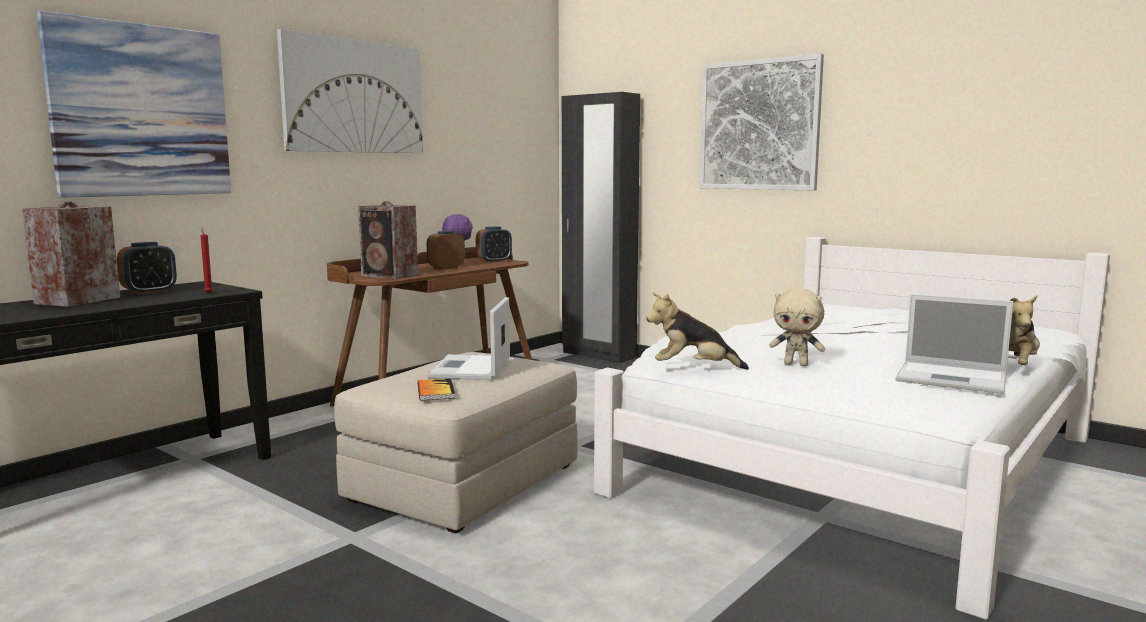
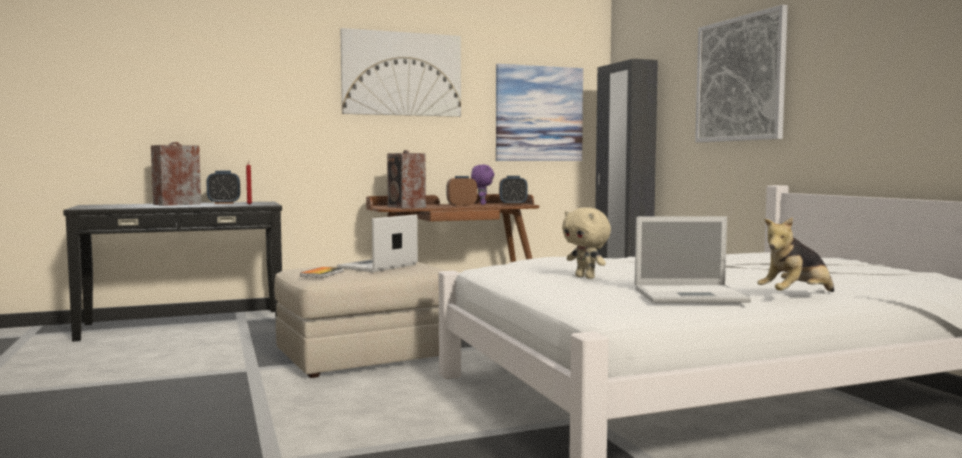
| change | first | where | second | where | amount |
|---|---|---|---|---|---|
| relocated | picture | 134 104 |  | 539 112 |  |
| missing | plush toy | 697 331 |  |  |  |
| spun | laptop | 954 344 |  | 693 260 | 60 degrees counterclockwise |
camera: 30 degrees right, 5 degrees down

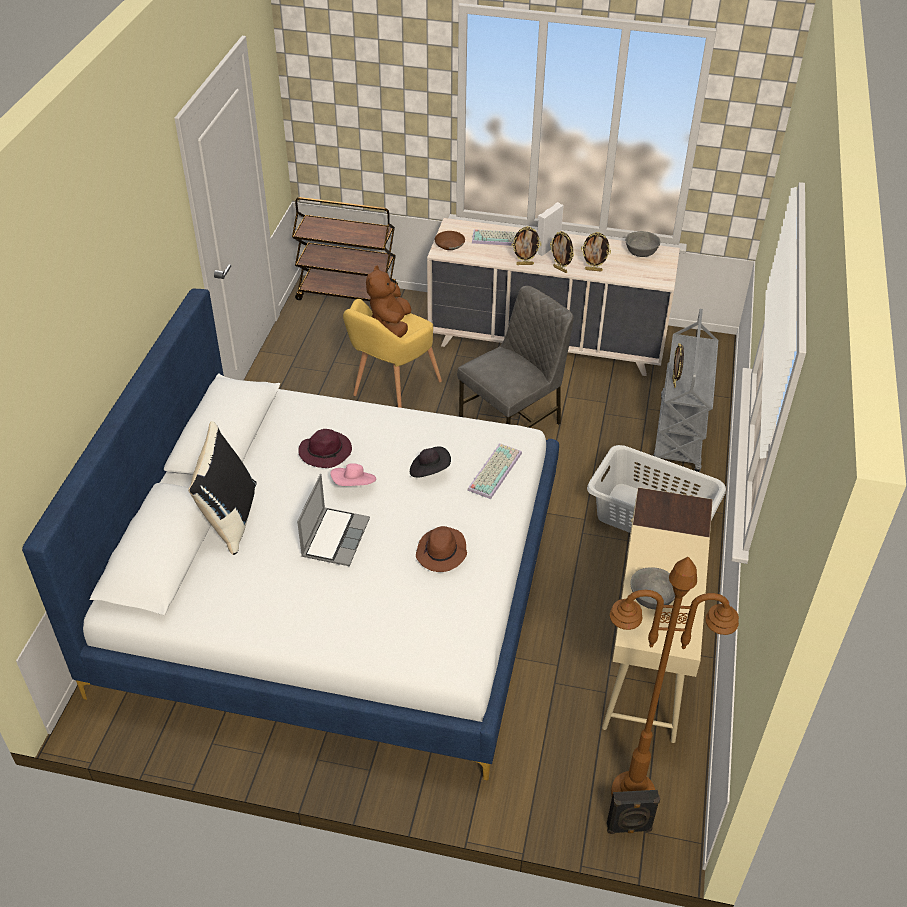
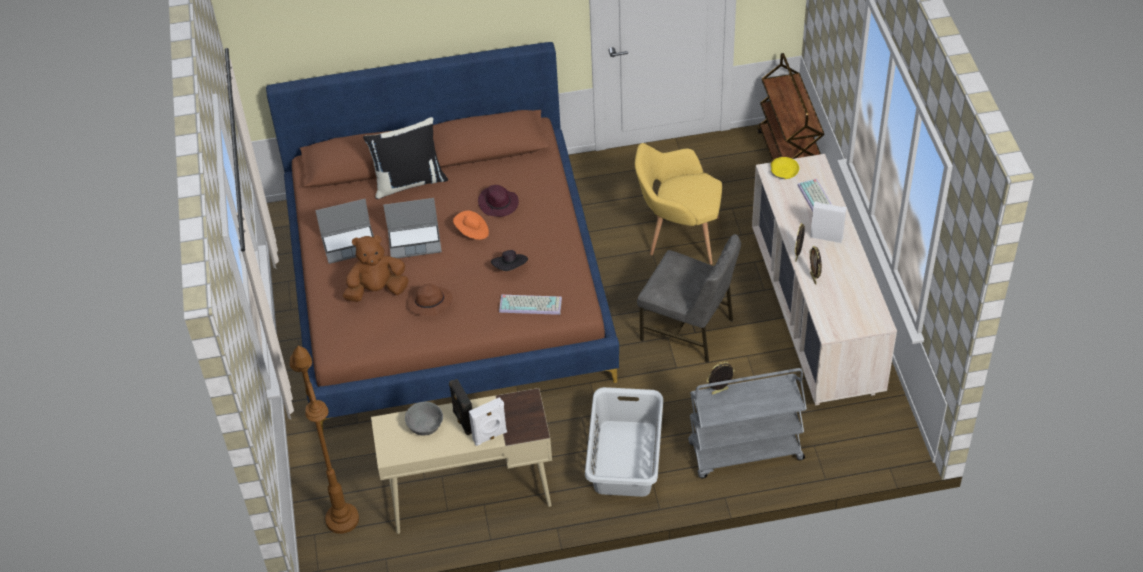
| change | first | where | second | where | amount |
|---|---|---|---|---|---|
| missing | picture frame | 526 245 |  |  |  |
| colour | brown bowl | 449 240 | yellow bowl | 785 168 |  |
| missing | grey bowl | 642 244 |  |  |  |
| relocated | brown plush toy | 388 302 |  | 376 268 |  |
| colour | white bed | 290 534 | brown bed | 442 236 |  |
| colour | pink hat | 353 474 | orange hat | 471 225 |  |
| relocated | black speaker | 633 812 |  | 460 407 |  |
| appeared |  |  | laptop | 344 231 |  |
| appeared |  |  | white speaker | 488 421 |  |
camera: 70 degrees right, 5 degrees up

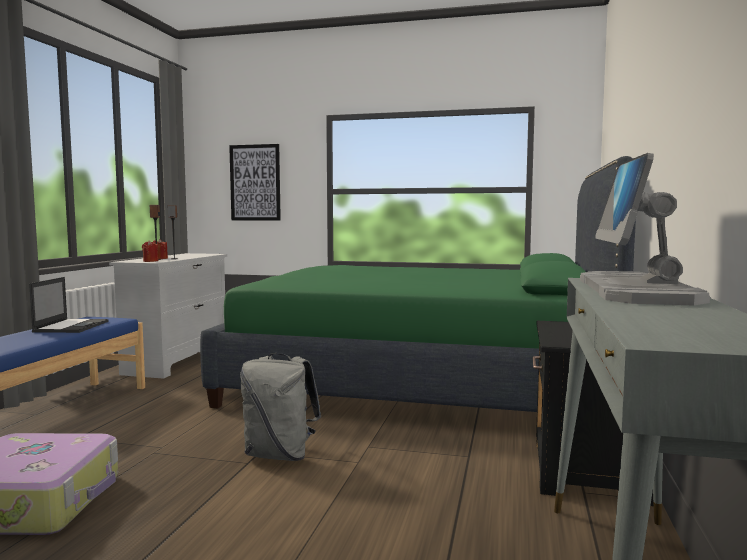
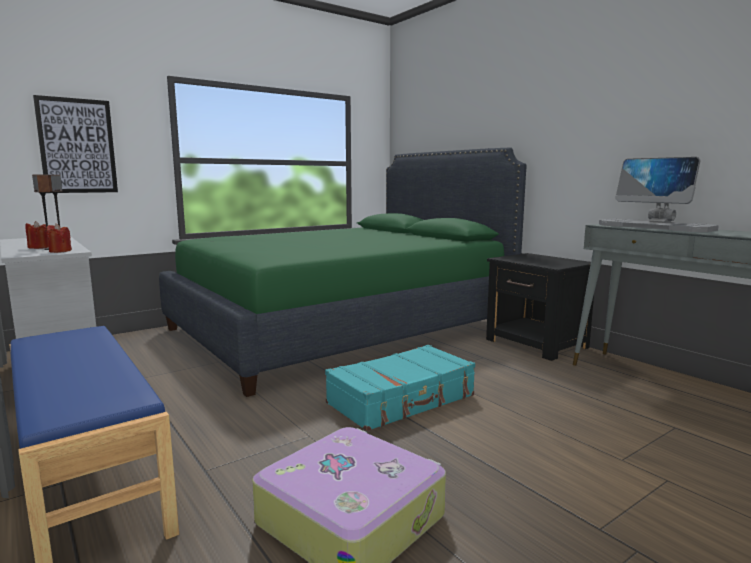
| change | first | where | second | where | amount |
|---|---|---|---|---|---|
| missing | laptop | 69 305 |  |  |  |
| exchanged | grey backpack | 280 407 | turquoise suitcase | 400 388 |  |
camera: 50 degrees left, 5 degrees up

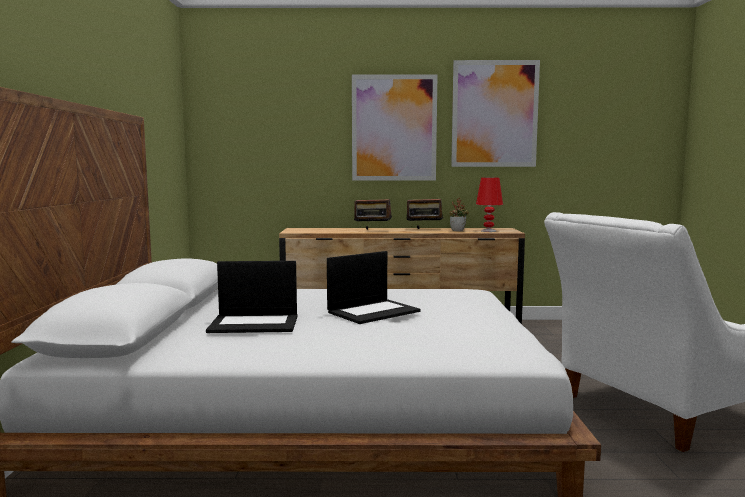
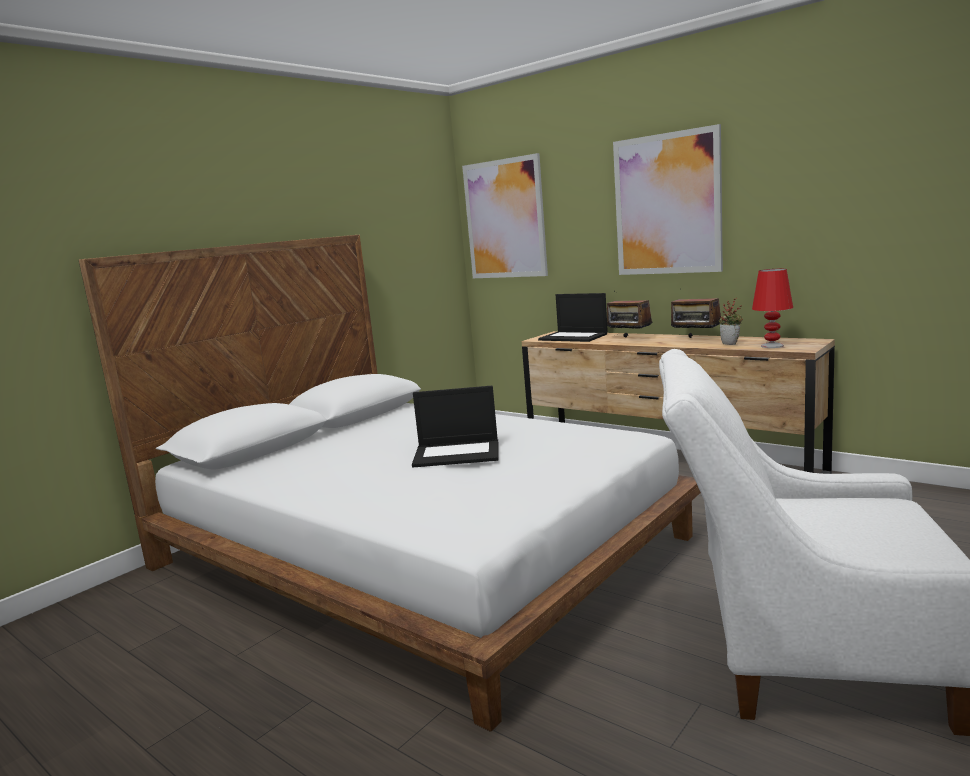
| change | first | where | second | where | amount |
|---|---|---|---|---|---|
| relocated | picture | 495 113 |  | 505 215 |  |
| relocated | laptop | 252 297 |  | 573 317 |  |
camera: 40 degrees right, 5 degrees up

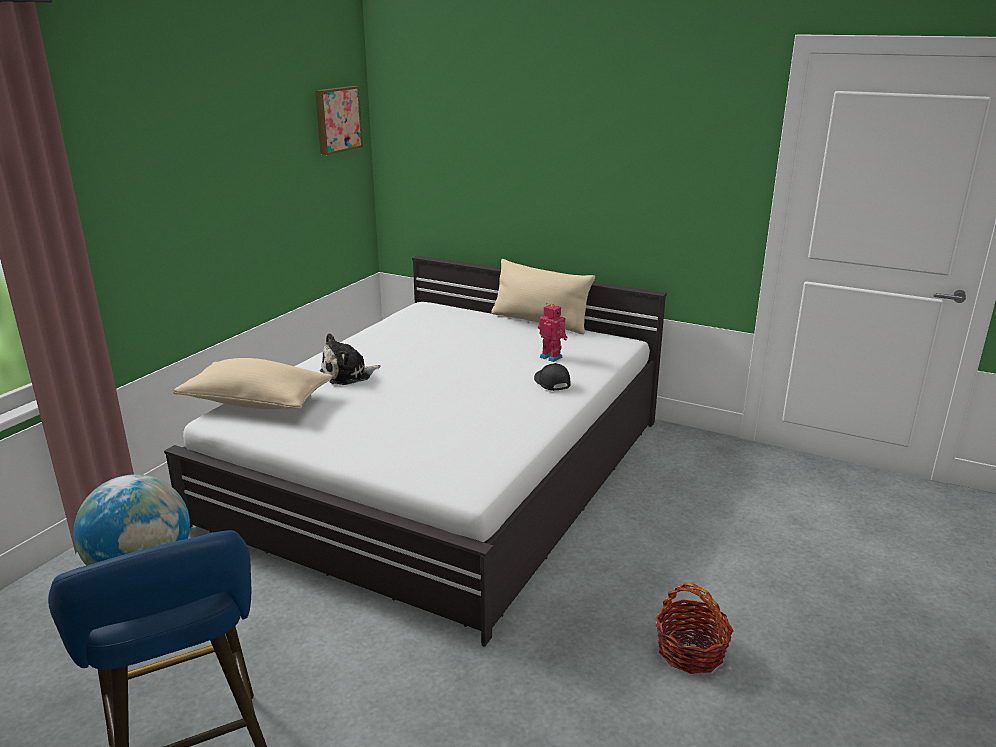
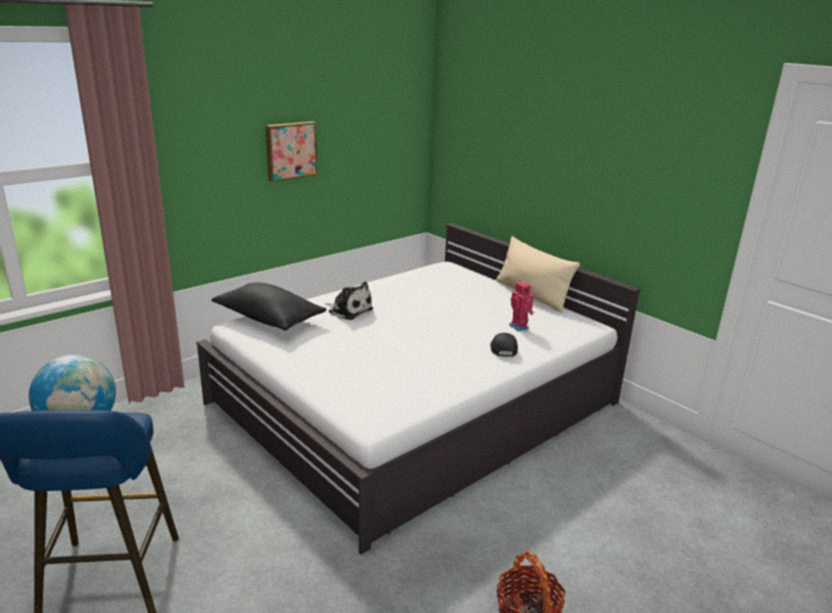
| change | first | where | second | where | amount |
|---|---|---|---|---|---|
| relocated | picture | 339 120 |  | 291 151 |  |
| spun | plush toy | 350 359 |  | 349 301 | 135 degrees counterclockwise |
| colour | beige pillow | 252 384 | black pillow | 268 306 |  |
camera: 20 degrees right, 0 degrees up

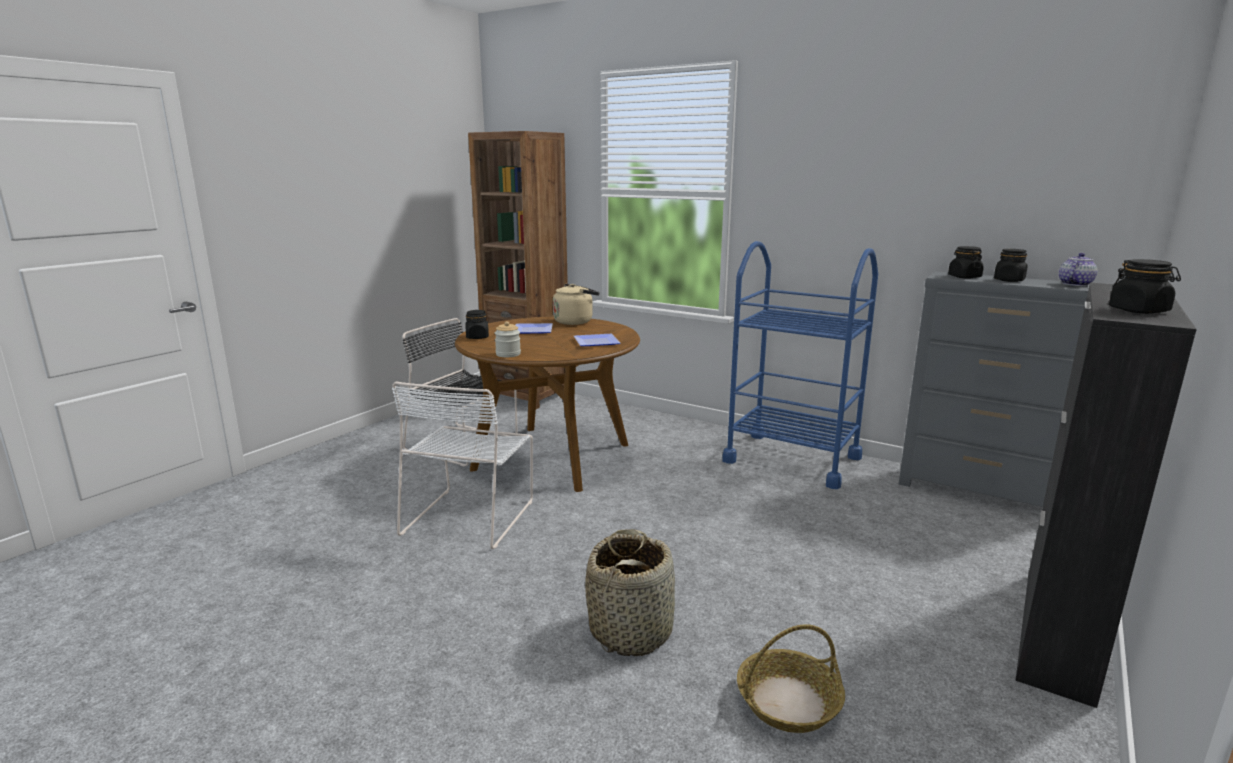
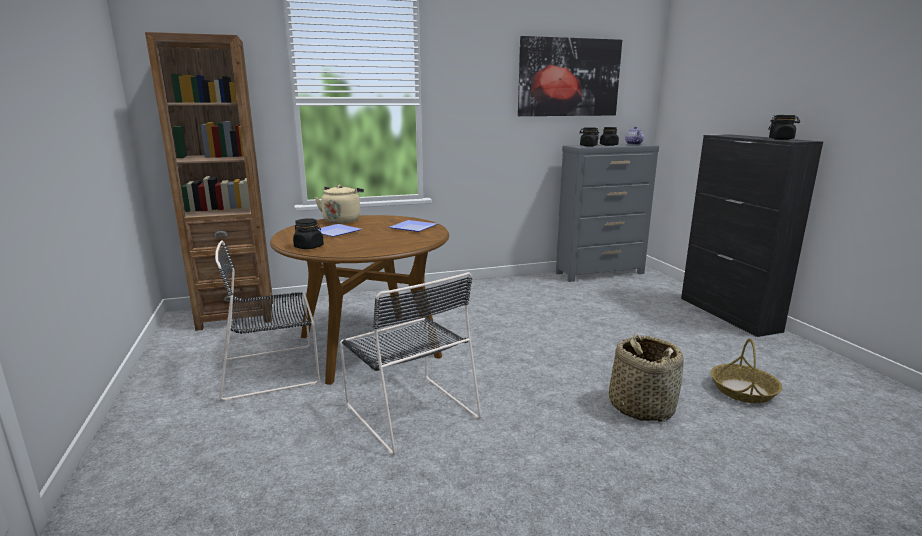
| change | first | where | second | where | amount |
|---|---|---|---|---|---|
| missing | blue cart | 800 365 |  |  |  |
| missing | jar | 508 339 |  |  |  |
| colour | white chair | 462 465 | black chair | 410 363 |  |
| appeared |  |  | picture | 570 76 |  |
camera: 50 degrees left, 0 degrees up

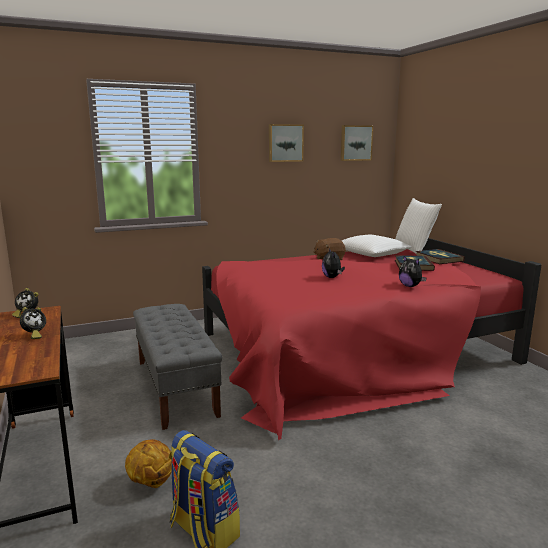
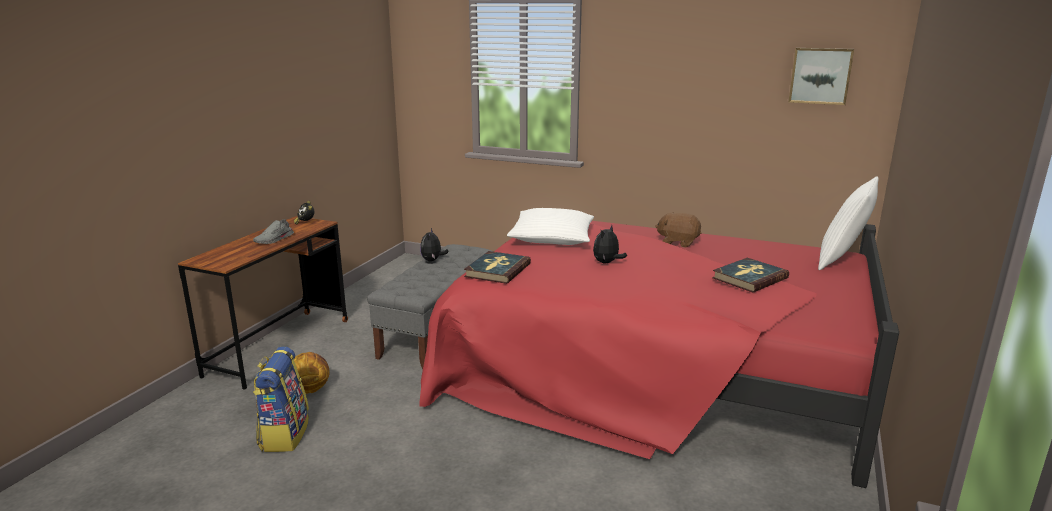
| change | first | where | second | where | amount |
|---|---|---|---|---|---|
| missing | picture | 286 143 |  |  |  |
| relocated | white pillow | 377 246 |  | 550 226 |  |
| relocated | book | 440 256 |  | 497 267 |  |
| relocated | plush toy | 412 271 |  | 434 244 |  |
| exchanged | alarm clock | 33 323 | grey shoe | 273 231 |  |
camera: 45 degrees right, 5 degrees up

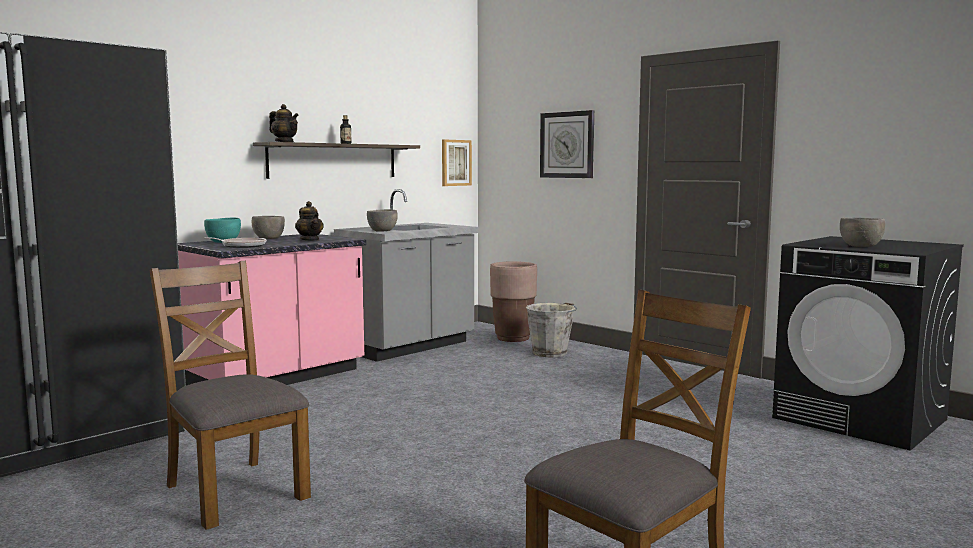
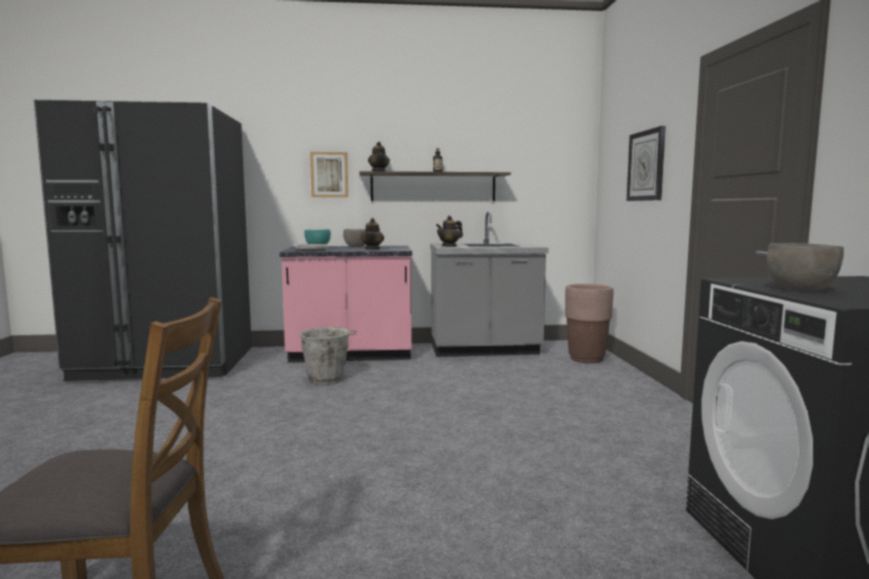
| change | first | where | second | where | amount |
|---|---|---|---|---|---|
| relocated | picture | 457 162 |  | 329 174 |  |
| exchanged | grey bowl | 382 220 | teapot | 449 231 |  |
| missing | brown chair | 230 395 |  |  |  |
| relocated | grey bucket | 551 329 |  | 327 356 |  |
camera: 40 degrees right, 0 degrees up

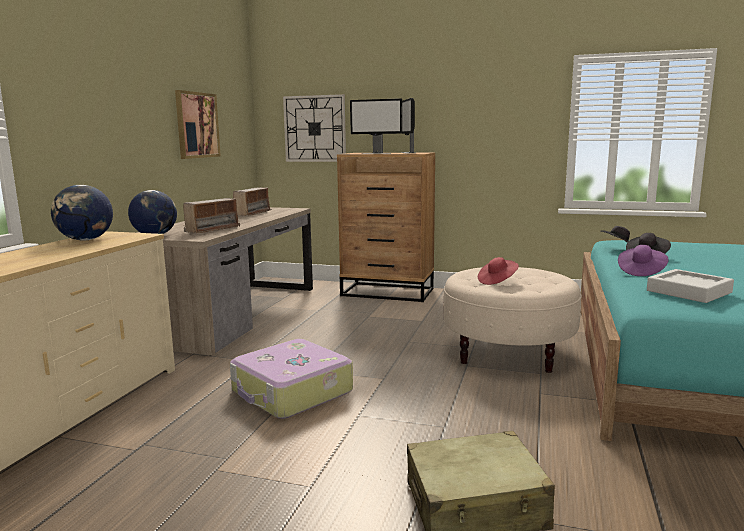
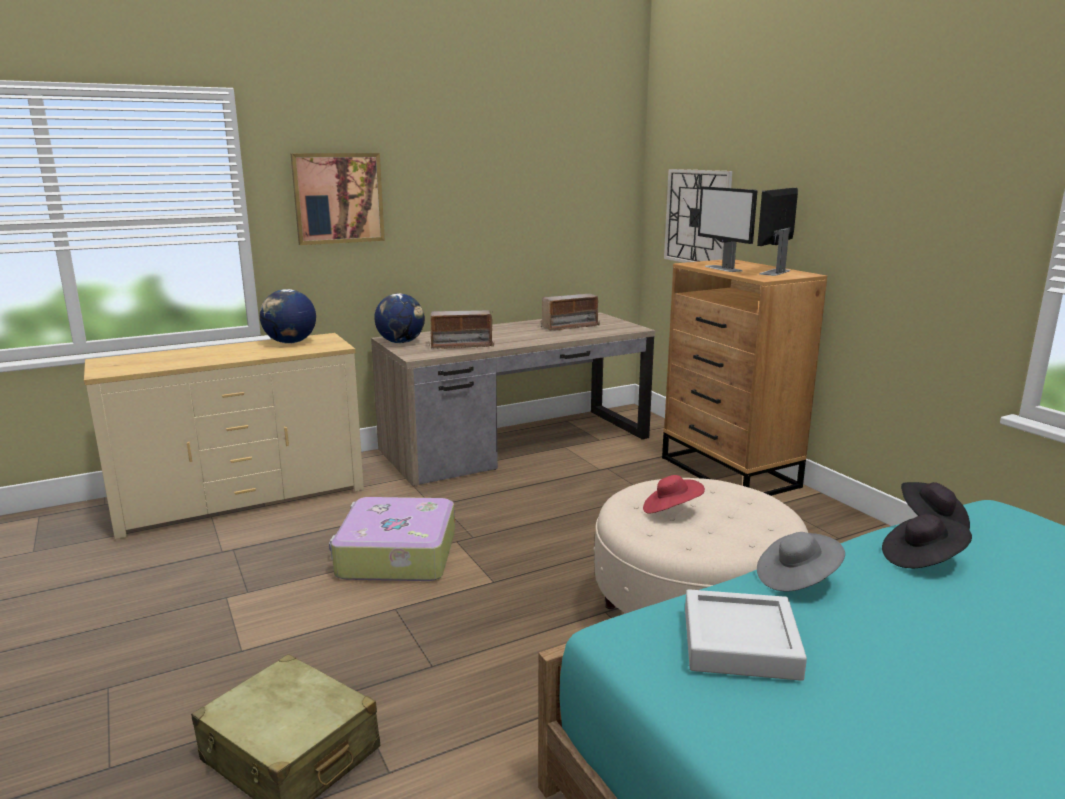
| change | first | where | second | where | amount |
|---|---|---|---|---|---|
| relocated | picture | 198 124 |  | 337 199 |  |
| colour | purple hat | 643 260 | grey hat | 801 561 |  |
camera: 45 degrees right, 5 degrees up

